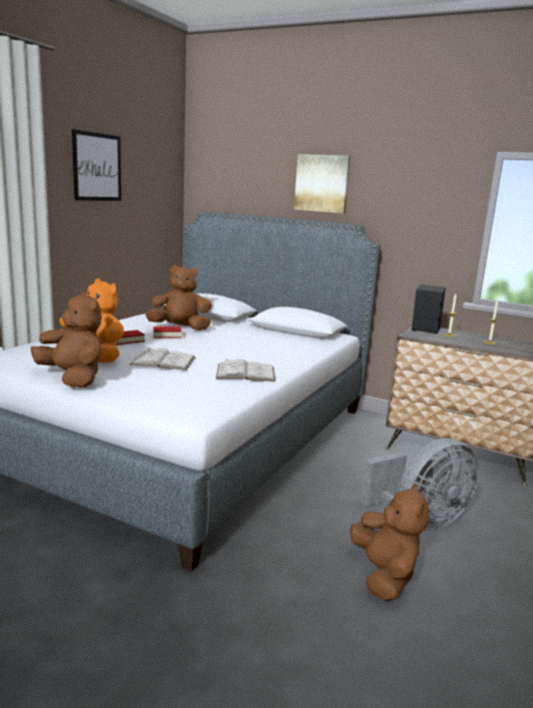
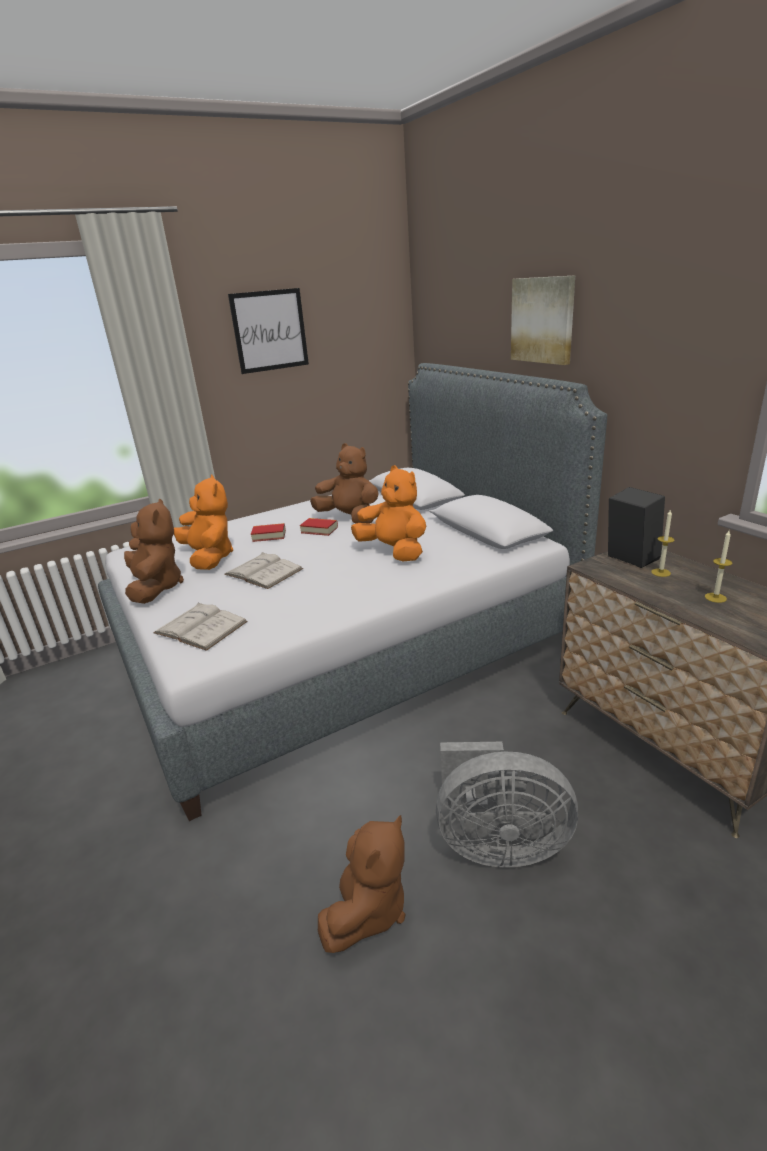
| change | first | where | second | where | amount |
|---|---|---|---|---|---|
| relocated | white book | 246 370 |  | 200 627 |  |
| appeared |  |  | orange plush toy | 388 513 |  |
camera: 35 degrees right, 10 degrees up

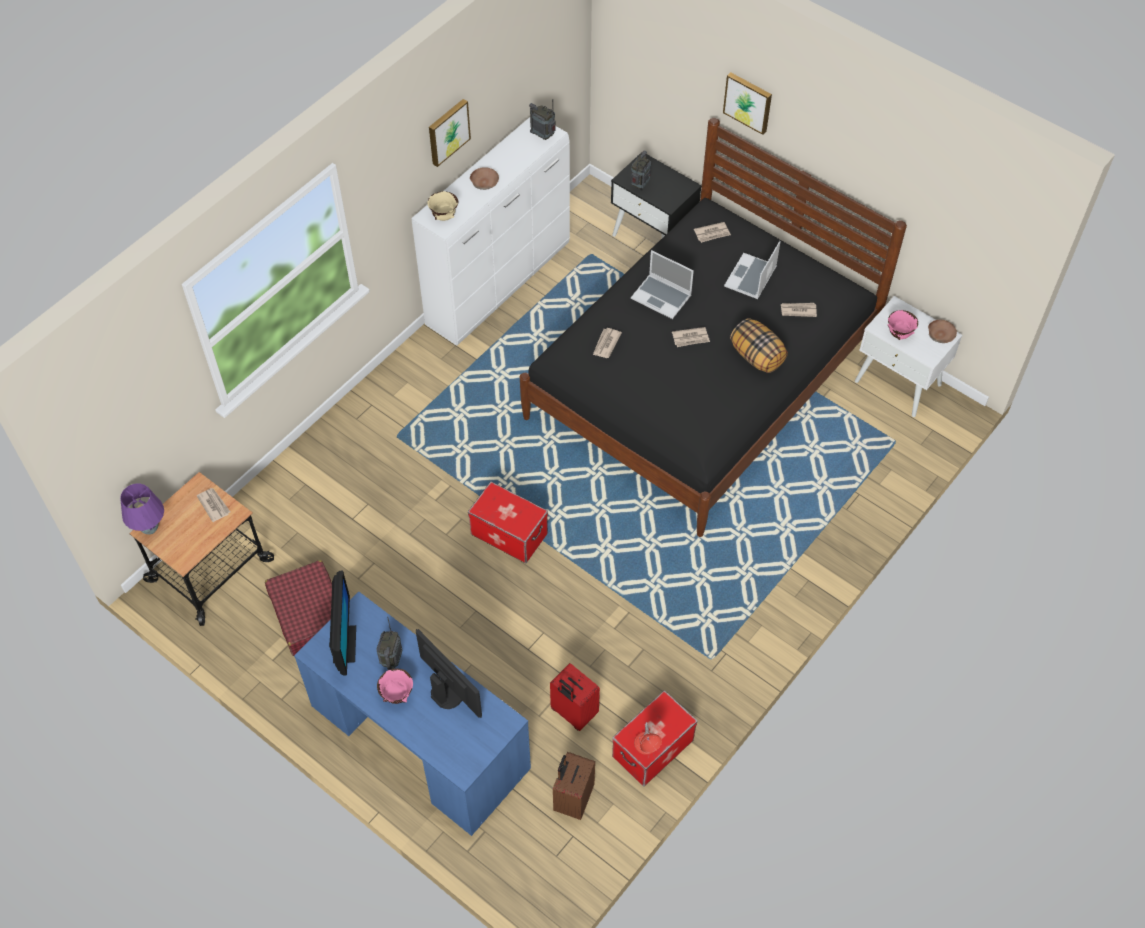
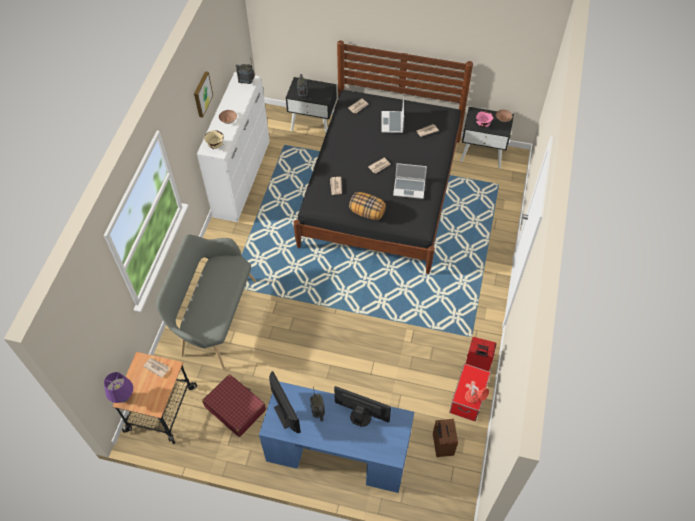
| change | first | where | second | where | amount |
|---|---|---|---|---|---|
| missing | picture | 747 103 |  |  |  |
| relocated | laptop | 662 284 |  | 410 181 |  |
| colour | white nightstand | 908 356 | black nightstand | 487 138 |  |
| relocated | pillow | 759 345 |  | 367 206 |  |
| missing | storage box | 508 522 |  |  |  |
| relocated | red suitcase | 575 697 |  | 481 354 |  |
| missing | pink bowl | 395 686 |  |  |  |
| appeared |  |  | grey bench | 206 302 |  |
camera: 25 degrees left, 0 degrees up

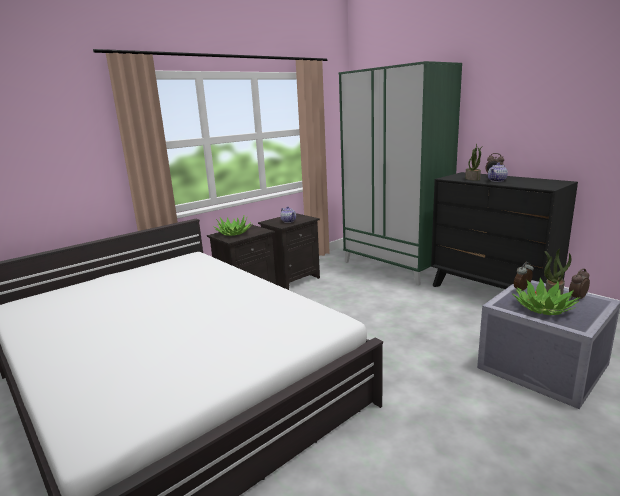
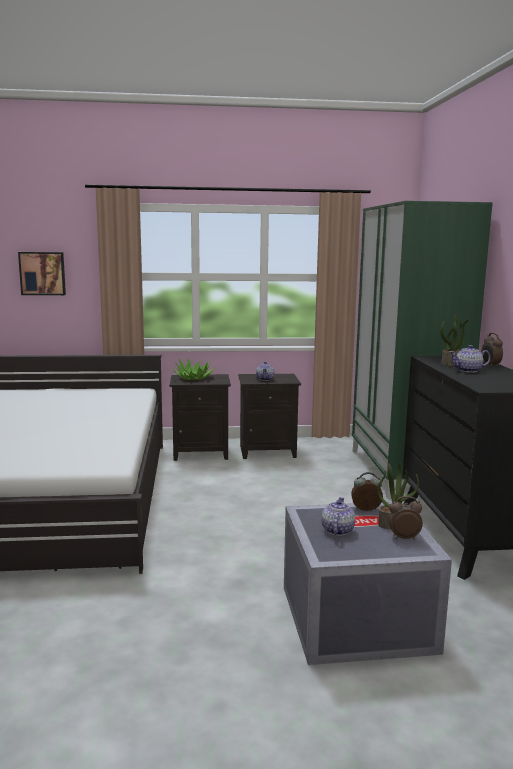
| change | first | where | second | where | amount |
|---|---|---|---|---|---|
| exchanged | potted plant | 546 296 | teapot | 338 516 |  |
| appeared |  |  | picture | 42 273 |  |
camera: 35 degrees right, 5 degrees down

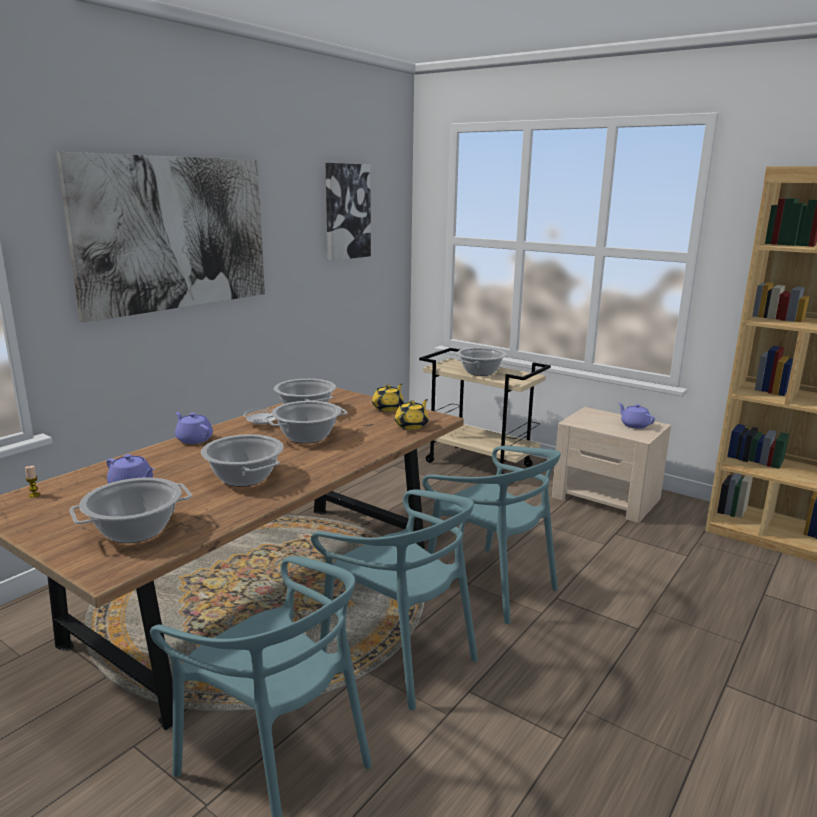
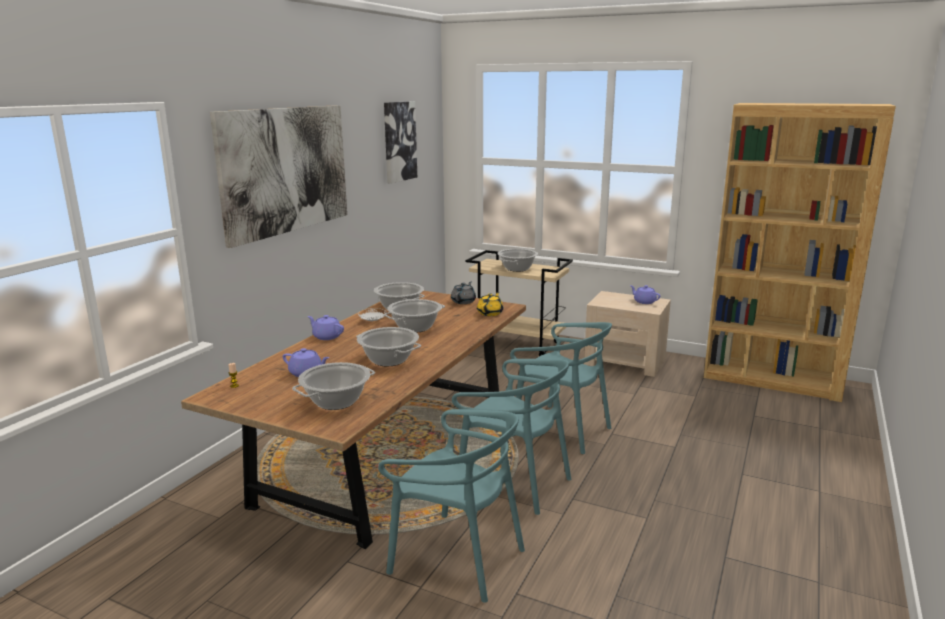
| change | first | where | second | where | amount |
|---|---|---|---|---|---|
| colour | yellow teapot | 388 398 | grey teapot | 463 293 |  |
camera: 10 degrees left, 0 degrees up

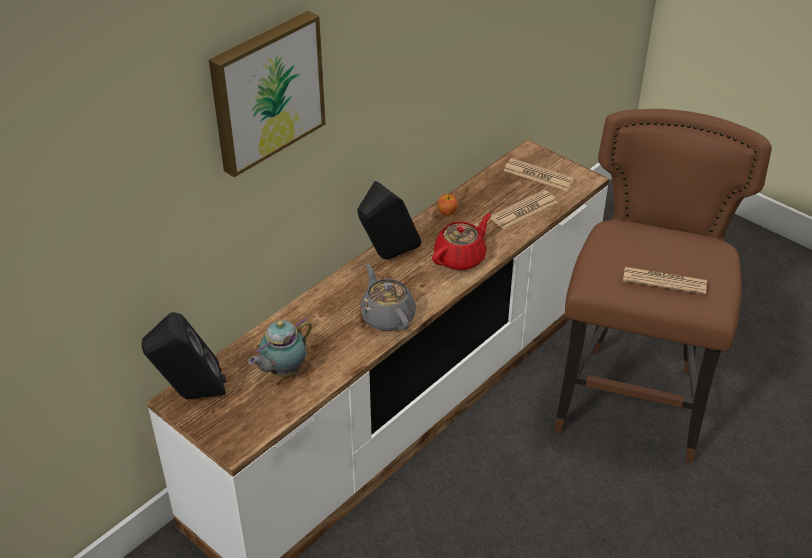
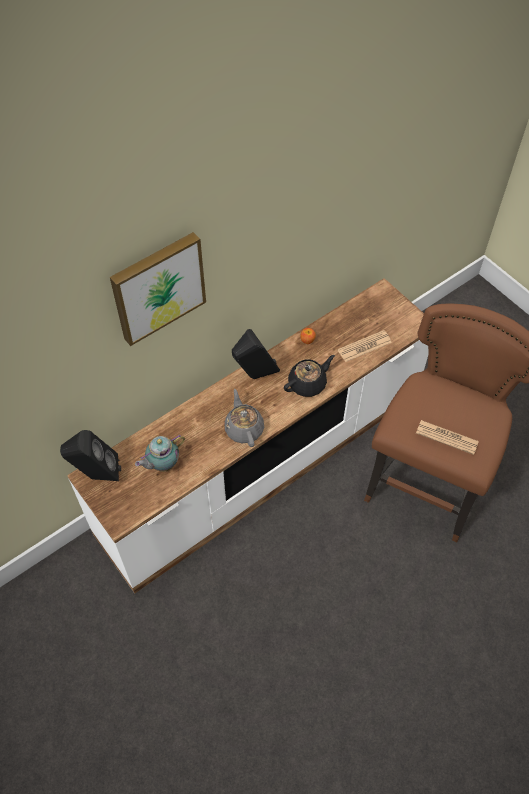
| change | first | where | second | where | amount |
|---|---|---|---|---|---|
| missing | newspaper | 539 174 |  |  |  |
| colour | red teapot | 461 242 | black teapot | 309 376 |  |
camera: 10 degrees right, 15 degrees up

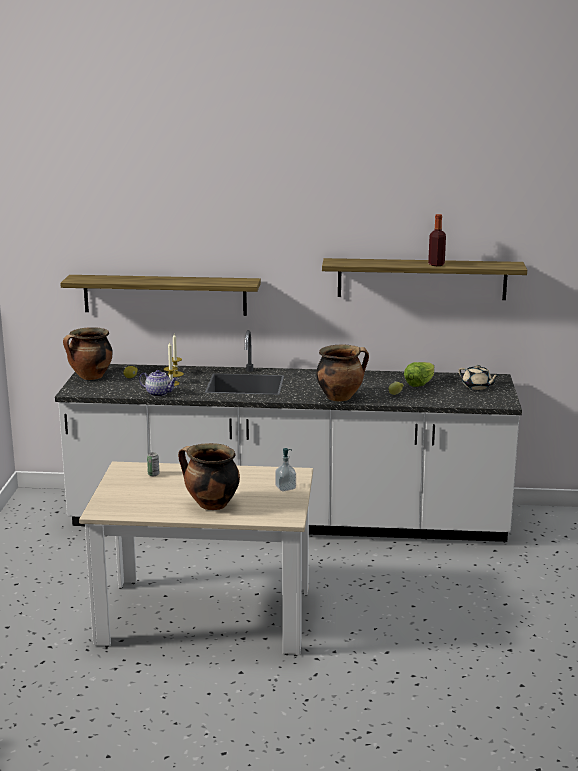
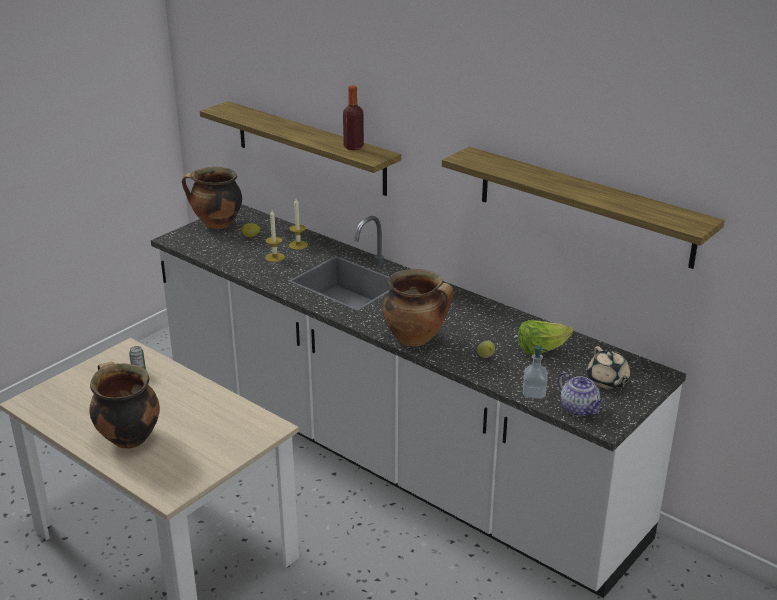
| change | first | where | second | where | amount |
|---|---|---|---|---|---|
| relocated | bottle | 437 240 |  | 353 118 |  |
| relocated | teapot | 158 383 |  | 581 394 |  |
| relocated | soap dispenser | 285 469 |  | 535 372 |  |
camera: 35 degrees right, 10 degrees up

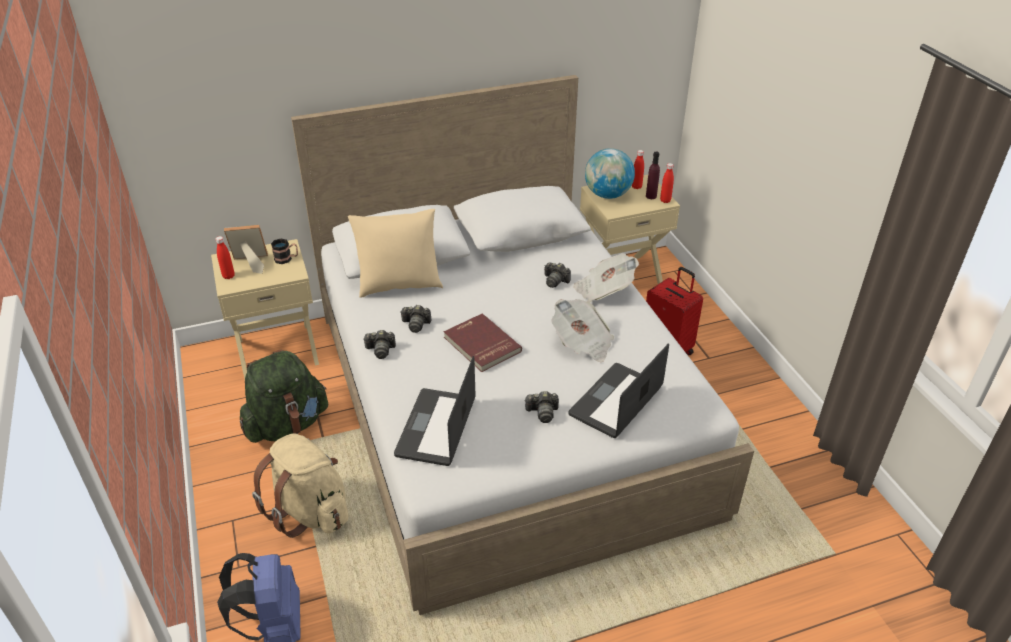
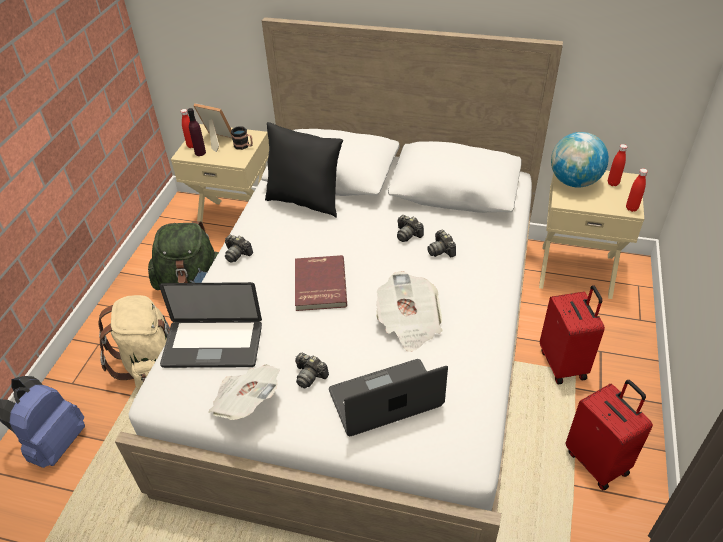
| change | first | where | second | where | amount |
|---|---|---|---|---|---|
| relocated | purple bottle | 653 175 |  | 196 132 |  |
| colour | beige pillow | 395 253 | black pillow | 304 170 |  |
| relocated | newspaper | 606 278 |  | 244 392 |  |
| relocated | photo camera | 416 319 |  | 410 228 |  |
| spun | laptop | 435 411 |  | 210 325 | 135 degrees counterclockwise |
| appeared |  |  | red suitcase | 609 435 |  |
camera: 35 degrees right, 5 degrees up

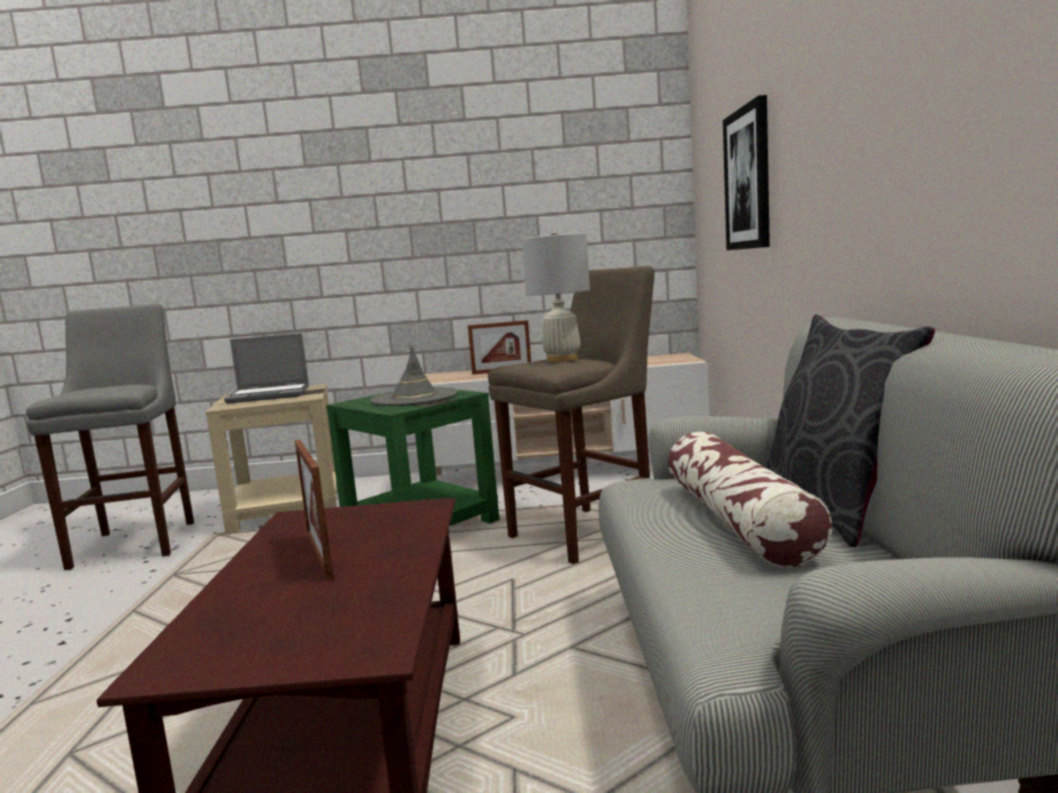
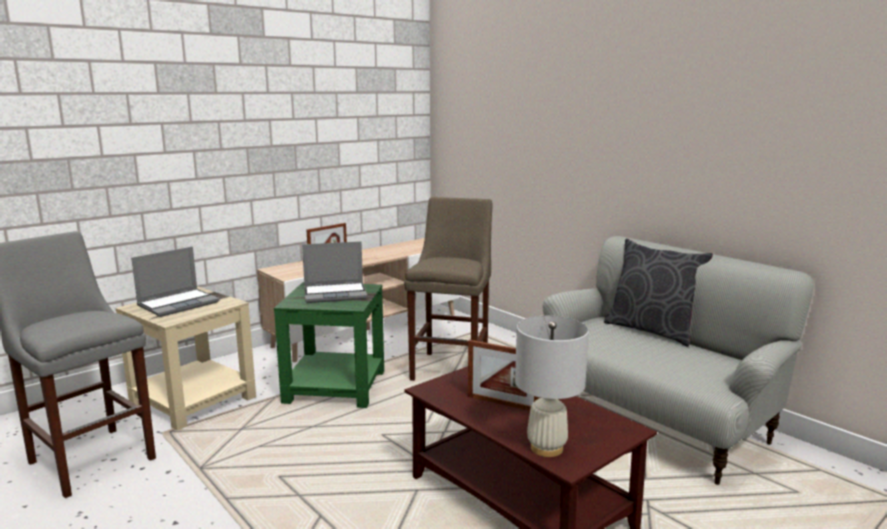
| change | first | where | second | where | amount |
|---|---|---|---|---|---|
| missing | picture | 746 172 |  |  |  |
| relocated | white table lamp | 555 296 |  | 552 386 |  |
| exchanged | grey hat | 414 375 | laptop | 334 272 |  |
| missing | pillow | 750 499 |  |  |  |
camera: 40 degrees left, 5 degrees up

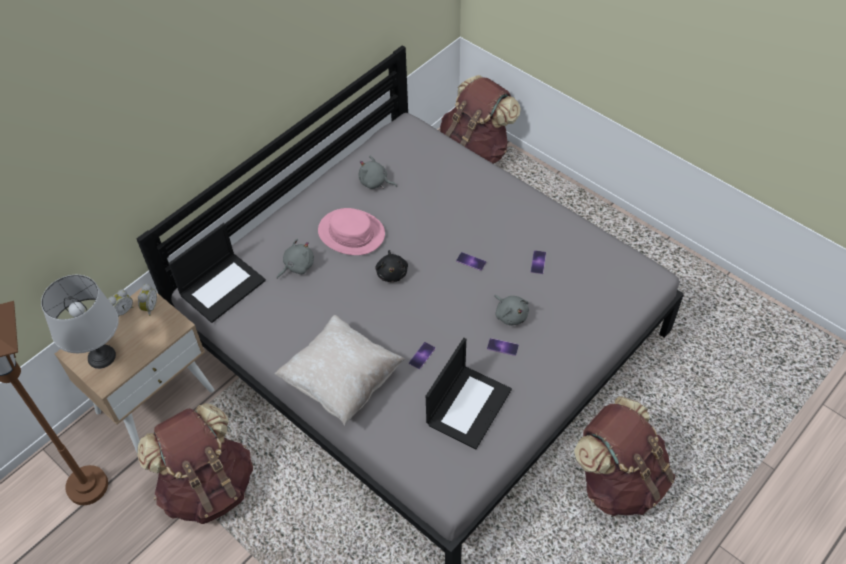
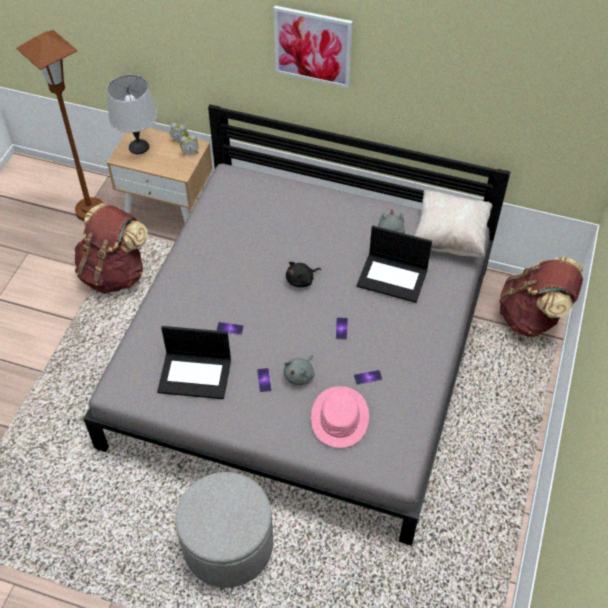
| change | first | where | second | where | amount |
|---|---|---|---|---|---|
| relocated | pink hat | 351 231 |  | 340 417 |  |
| relocated | laptop | 217 273 |  | 394 264 |  |
| missing | grey plush toy | 295 258 |  |  |  |
| relocated | beige pillow | 340 370 |  | 453 223 |  |
| exchanged | brown backpack | 625 456 | grey ottoman | 224 530 |  |
| appeared |  |  | picture | 313 47 |  |
camera: 65 degrees right, 0 degrees up

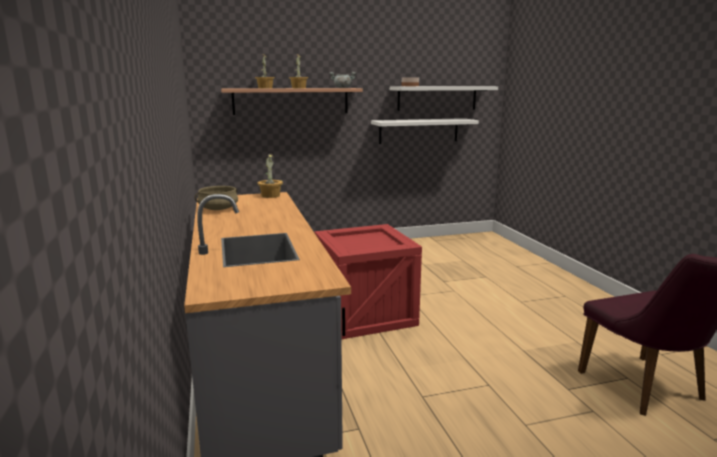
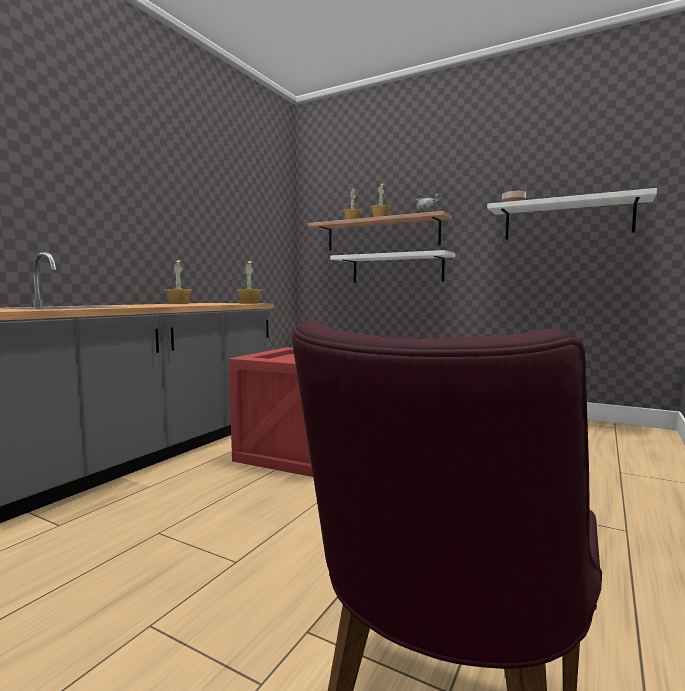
| change | first | where | second | where | amount |
|---|---|---|---|---|---|
| relocated | white shelf | 425 131 |  | 392 266 |  |
| exchanged | beige cooking pot | 216 198 | potted plant | 178 282 |  |
camera: 45 degrees right, 10 degrees down

